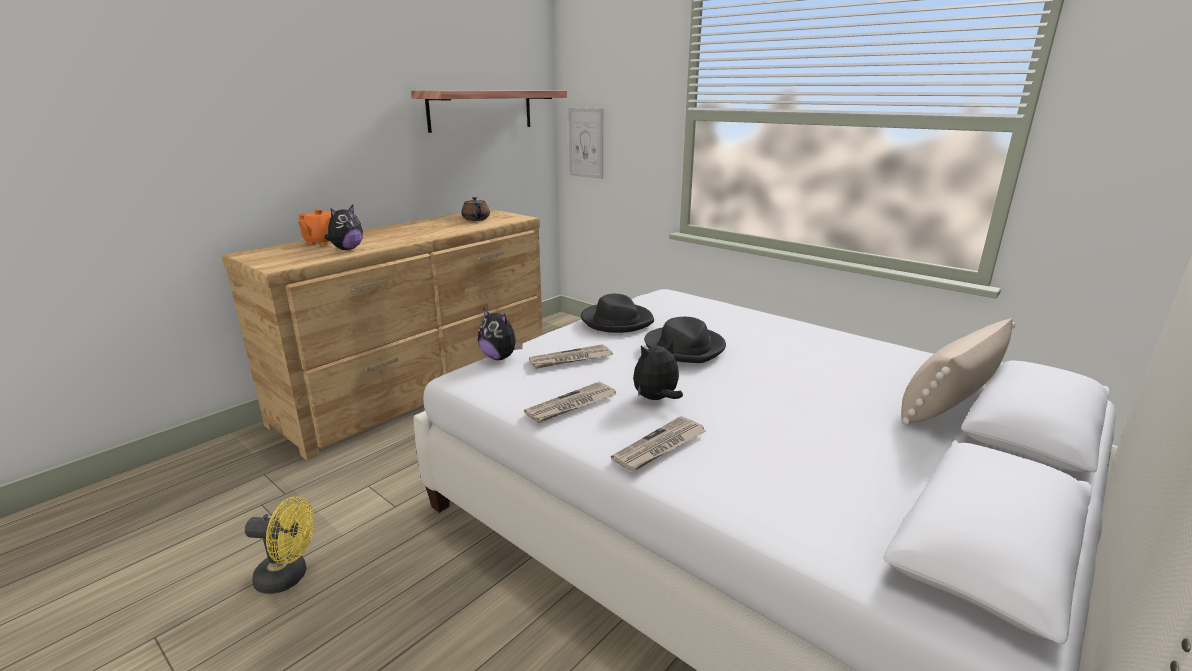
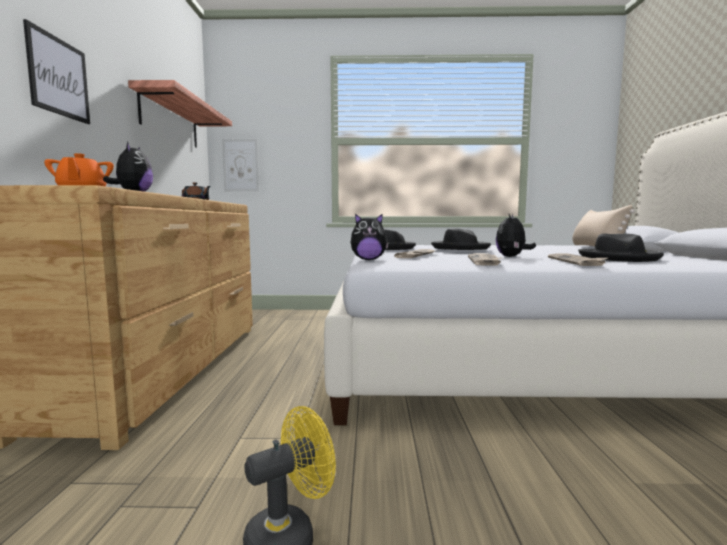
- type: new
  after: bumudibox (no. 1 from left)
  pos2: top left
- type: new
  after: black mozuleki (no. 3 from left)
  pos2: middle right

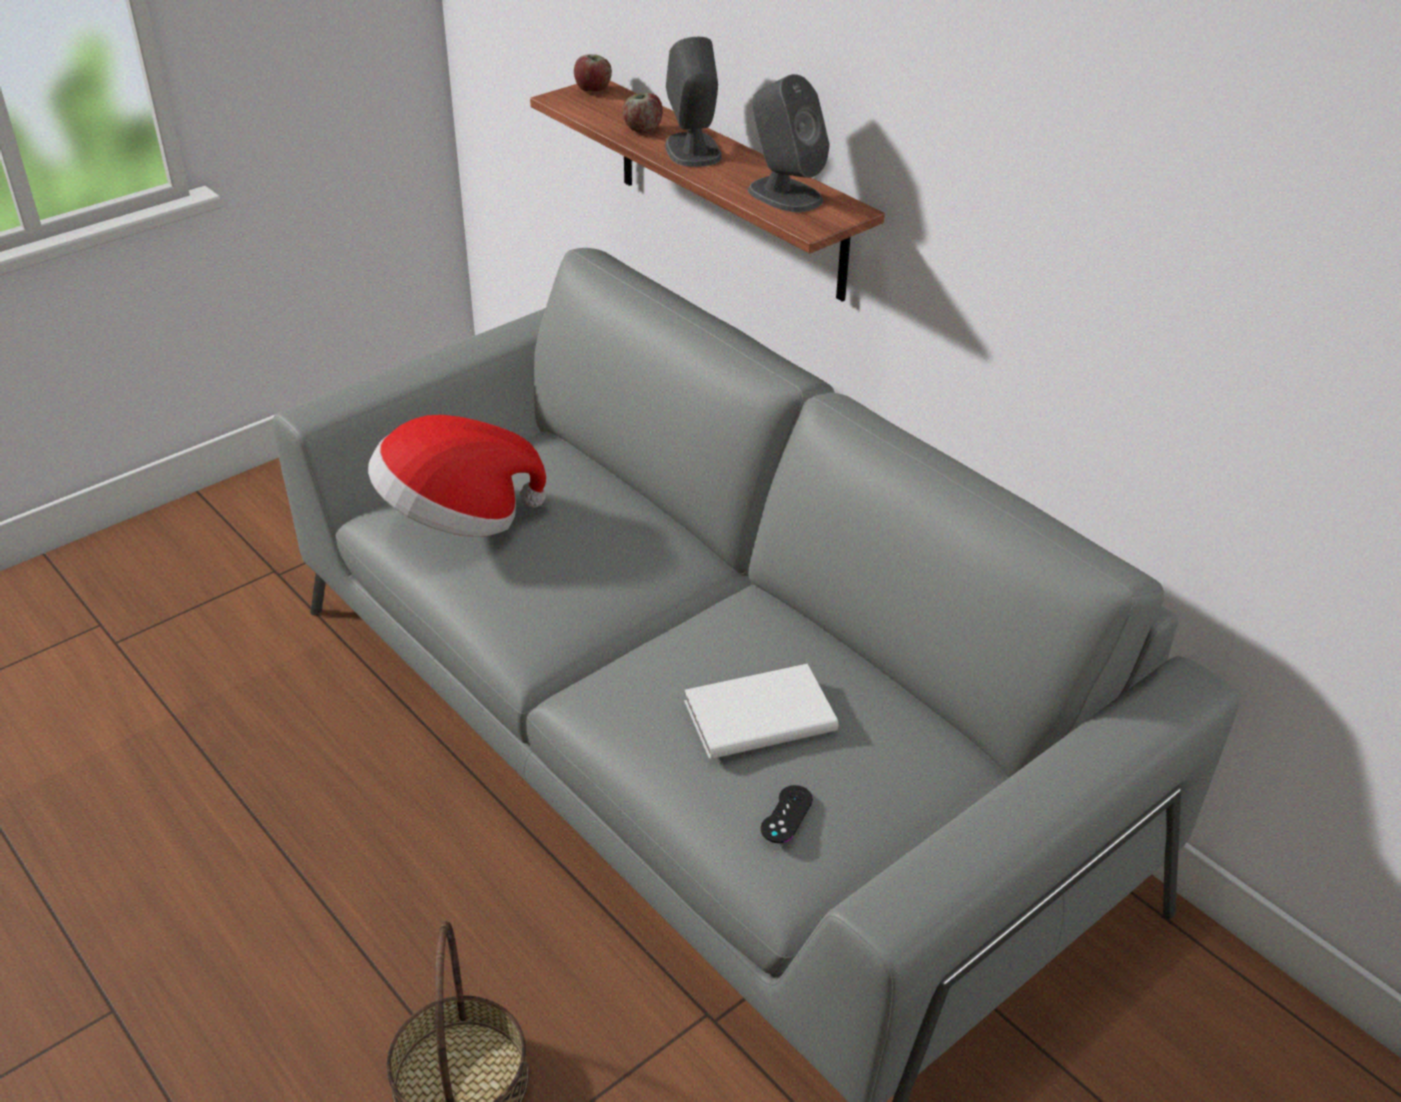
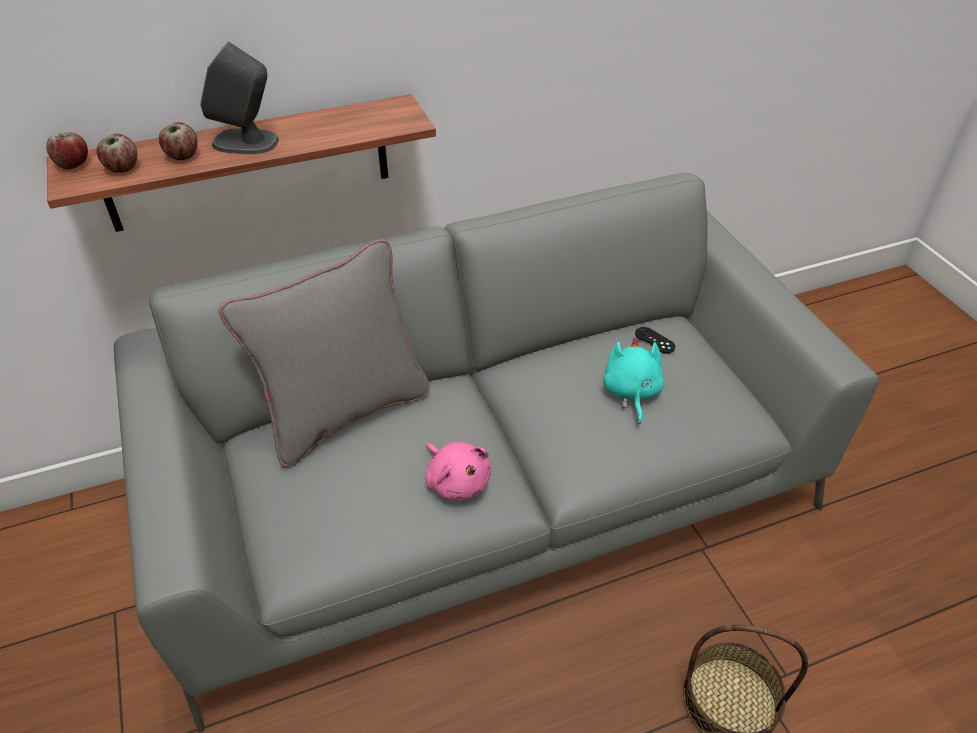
- type: gone
  before: mozuleki
  pos1: middle left
- type: gone
  before: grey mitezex (no. 2 from left)
  pos1: top centre
- type: new
  after: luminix (no. 2 from left)
  pos2: top left
- type: new
  after: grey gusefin
  pos2: middle left
- type: new
  after: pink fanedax
  pos2: centre
- type: shifted
  before: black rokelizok
  pos1: bottom centre
  pos2: middle right
- type: swapped
  before: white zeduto
  after: turquoise fanedax
  pos1: centre
  pos2: centre

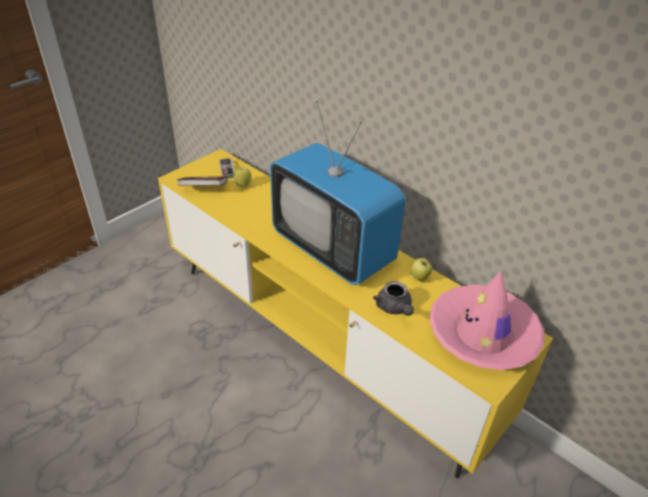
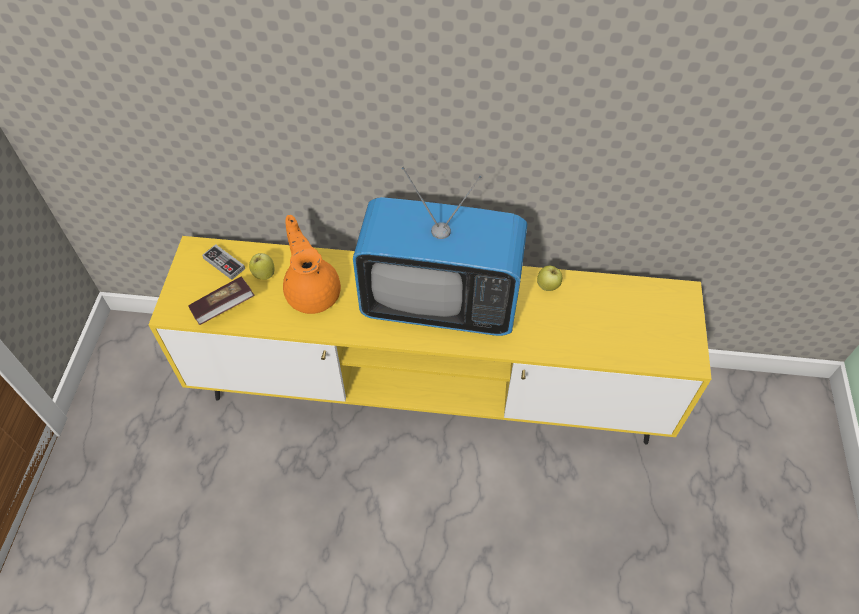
- type: gone
  before: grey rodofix
  pos1: centre
- type: gone
  before: pink mozuleki
  pos1: middle right
- type: new
  after: orange rodofix
  pos2: centre

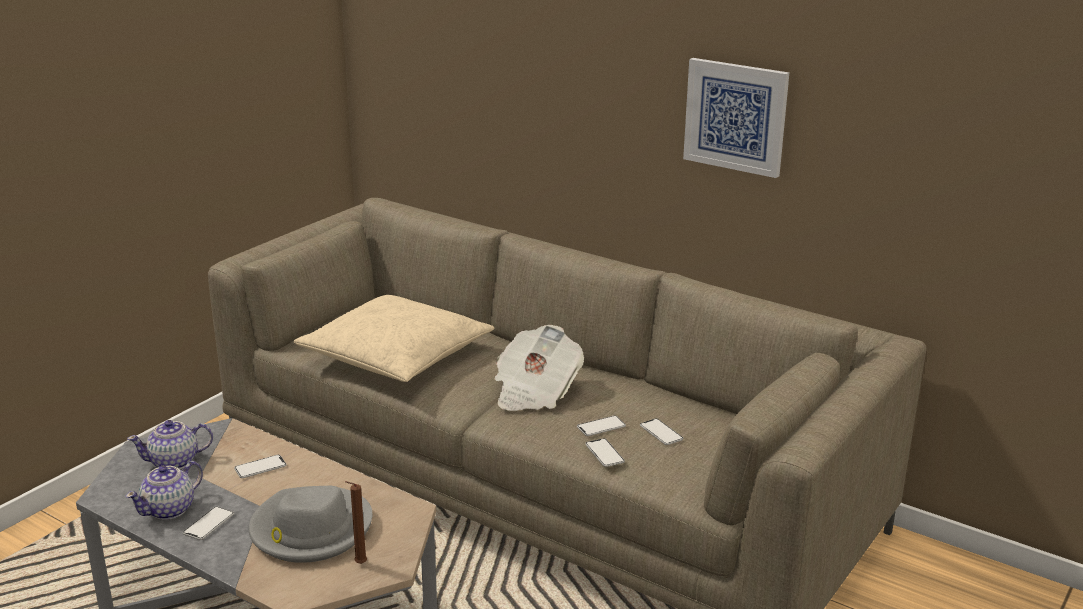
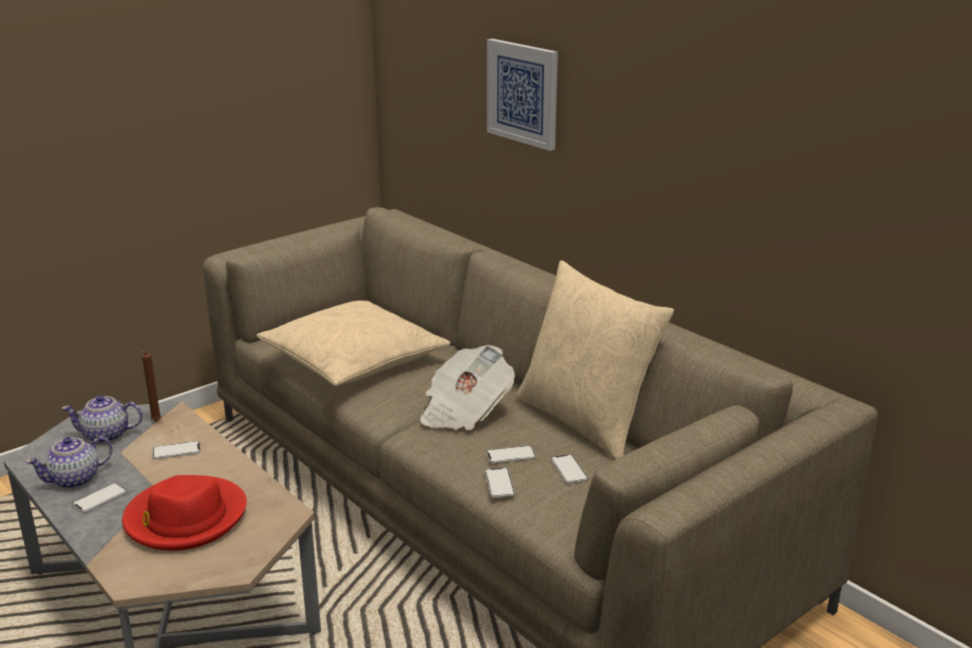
- type: new
  after: beige gusefin (no. 2 from left)
  pos2: centre
- type: shifted
  before: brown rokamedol
  pos1: bottom left
  pos2: middle left
- type: shifted
  before: bumudibox
  pos1: top right
  pos2: top centre
- type: repainted
  before: grey mozuleki
  after: red mozuleki
  pos1: bottom left
  pos2: bottom left

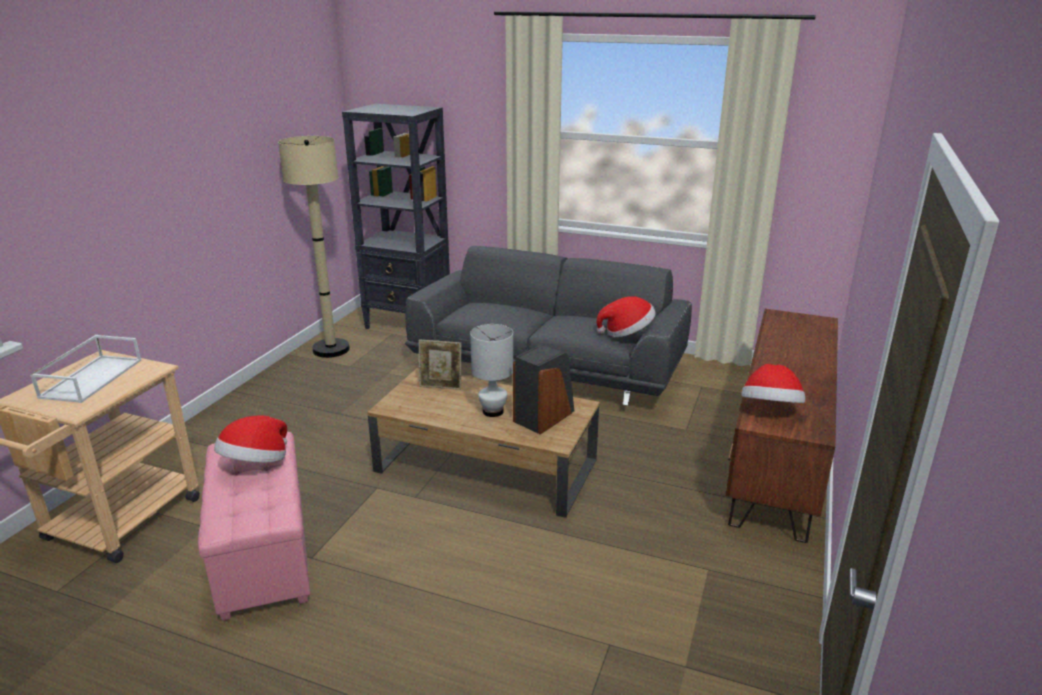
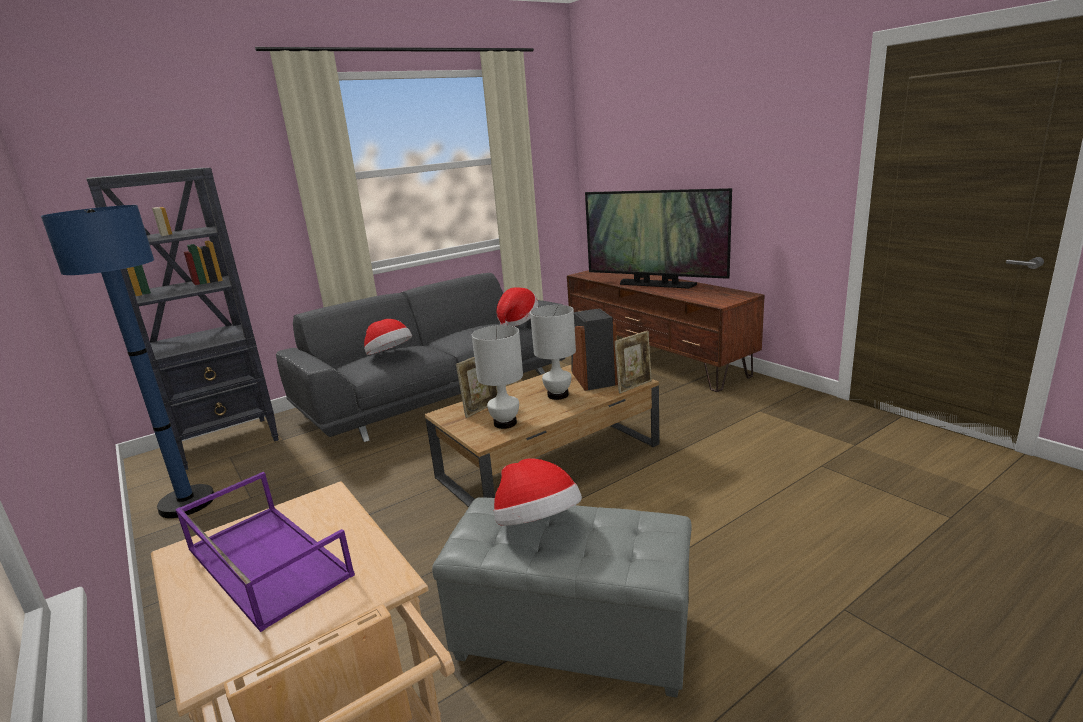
- type: new
  after: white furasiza (no. 1 from left)
  pos2: centre
- type: new
  after: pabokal
  pos2: top centre
- type: new
  after: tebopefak (no. 2 from left)
  pos2: centre
- type: shifted
  before: mozuleki (no. 3 from left in the first image)
  after: mozuleki (no. 1 from left)
  pos1: middle right
  pos2: centre
- type: repainted
  before: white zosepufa
  after: purple zosepufa
  pos1: middle left
  pos2: bottom left
- type: repainted
  before: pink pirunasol
  after: grey pirunasol
  pos1: bottom left
  pos2: bottom centre
- type: repainted
  before: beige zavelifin
  after: blue zavelifin
  pos1: middle left
  pos2: middle left

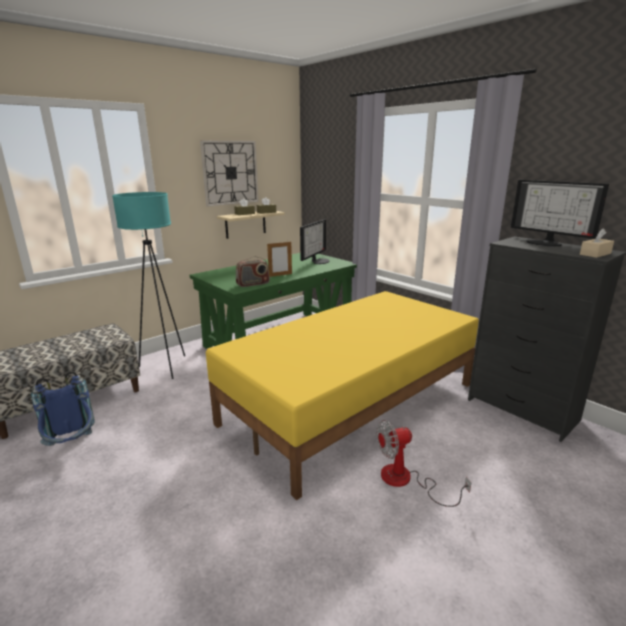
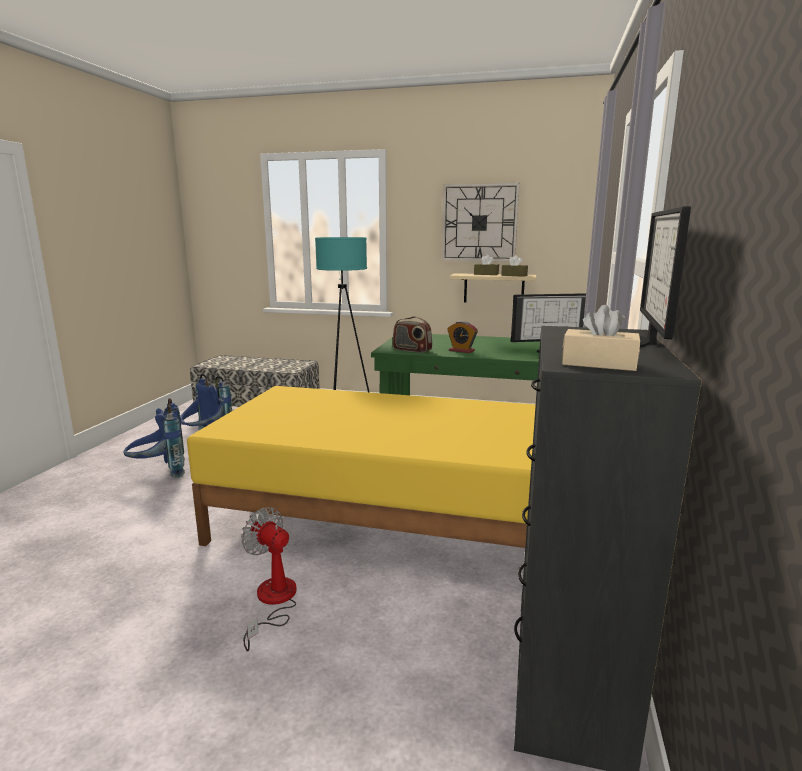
- type: new
  after: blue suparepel (no. 1 from left)
  pos2: middle left
- type: swapped
  before: tebopefak
  after: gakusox
  pos1: centre
  pos2: centre

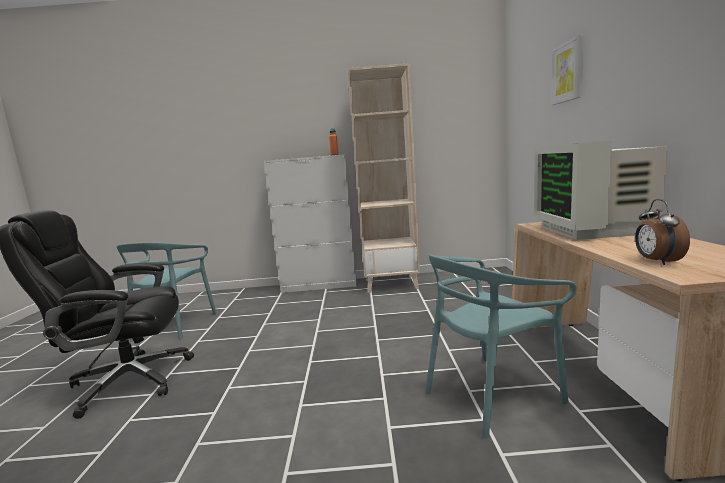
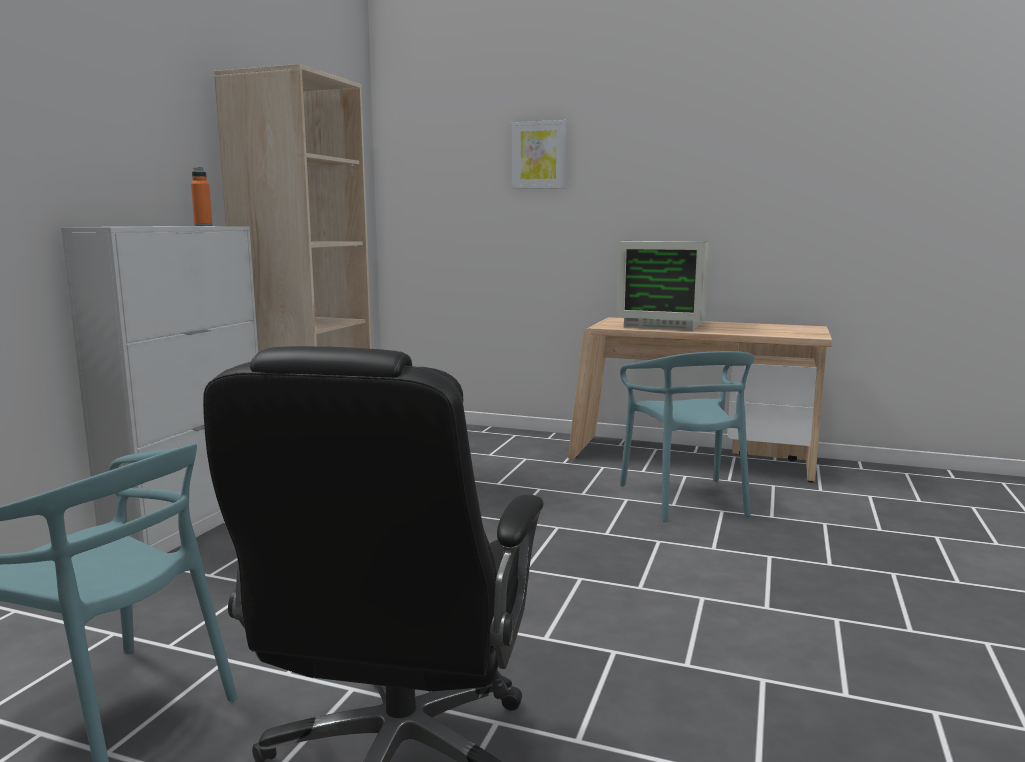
- type: gone
  before: gakusox
  pos1: middle right

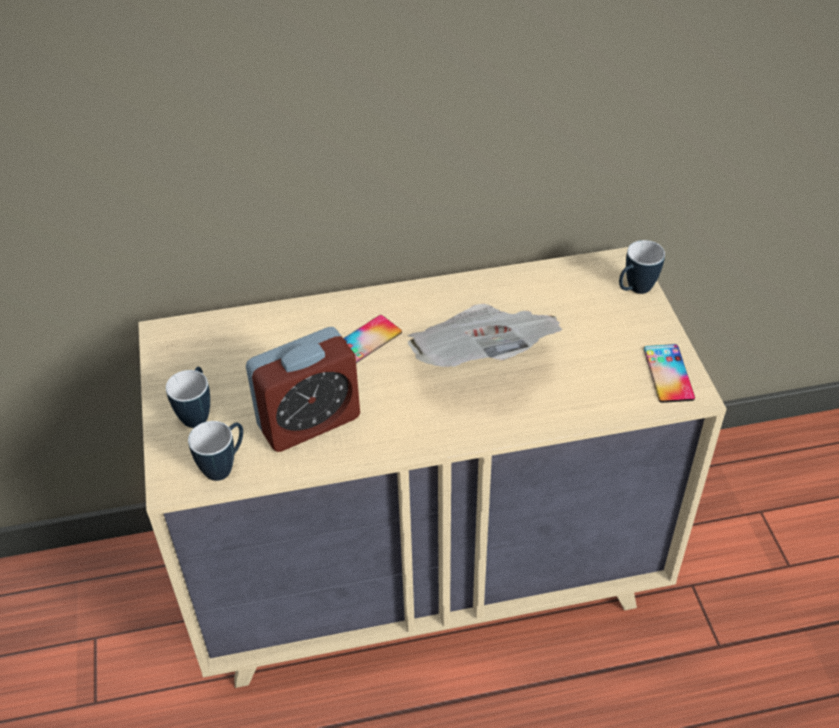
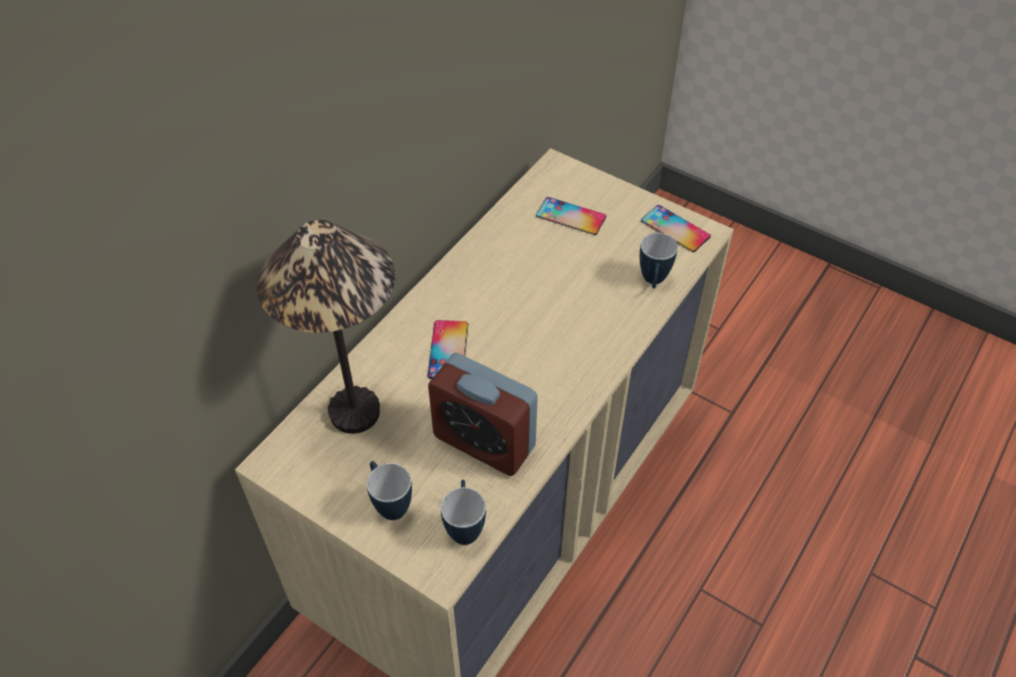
- type: gone
  before: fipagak
  pos1: centre
- type: new
  after: furasiza
  pos2: middle left
- type: new
  after: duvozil (no. 2 from left)
  pos2: top centre
- type: shifted
  before: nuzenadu (no. 3 from left)
  pos1: middle right
  pos2: centre
- type: rotated
  before: gakusox
  pos1: centre
  pos2: centre
  turn: 105

